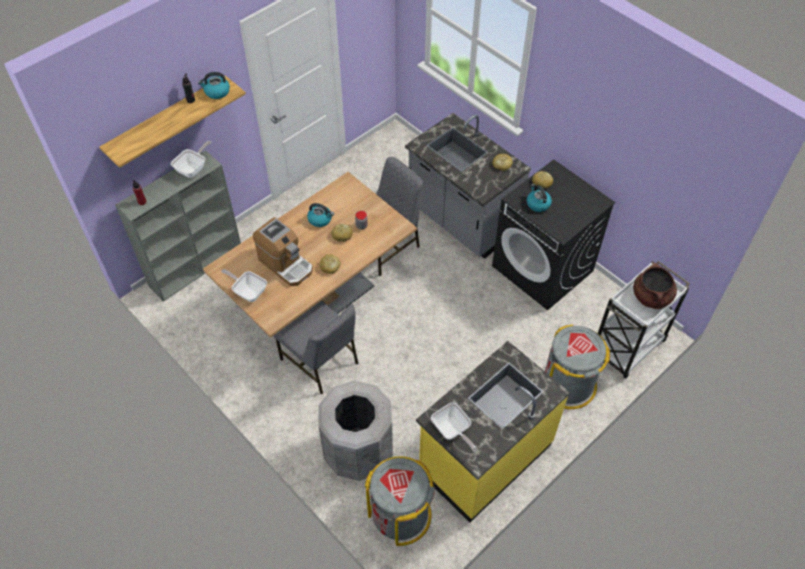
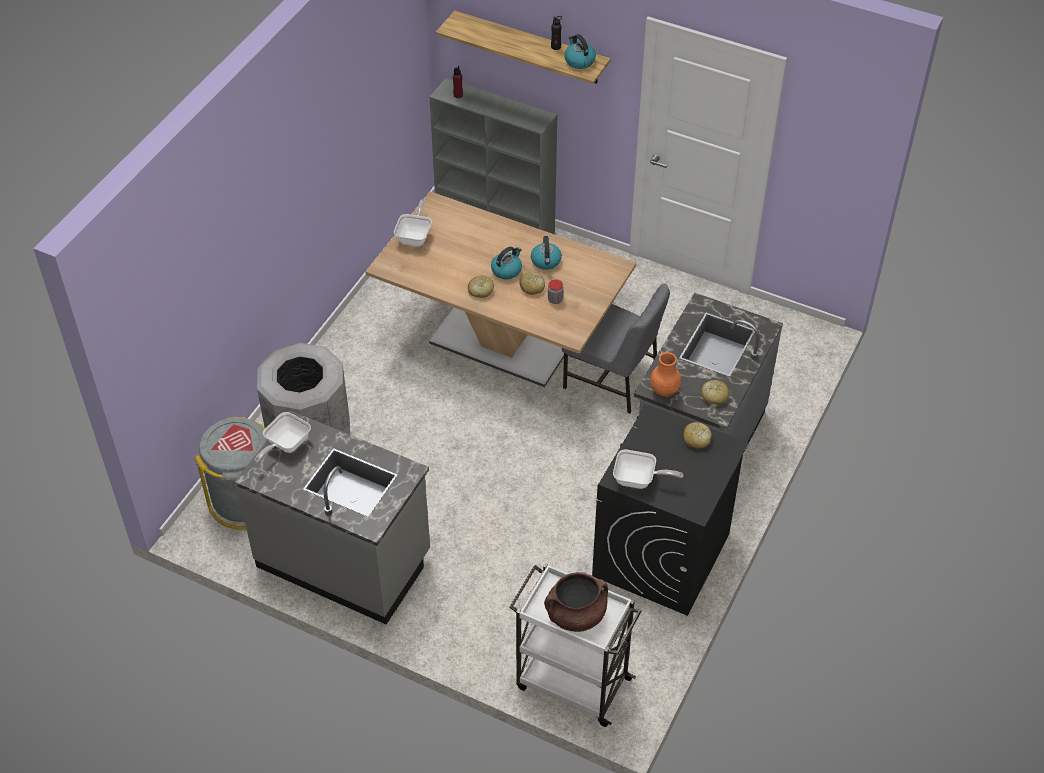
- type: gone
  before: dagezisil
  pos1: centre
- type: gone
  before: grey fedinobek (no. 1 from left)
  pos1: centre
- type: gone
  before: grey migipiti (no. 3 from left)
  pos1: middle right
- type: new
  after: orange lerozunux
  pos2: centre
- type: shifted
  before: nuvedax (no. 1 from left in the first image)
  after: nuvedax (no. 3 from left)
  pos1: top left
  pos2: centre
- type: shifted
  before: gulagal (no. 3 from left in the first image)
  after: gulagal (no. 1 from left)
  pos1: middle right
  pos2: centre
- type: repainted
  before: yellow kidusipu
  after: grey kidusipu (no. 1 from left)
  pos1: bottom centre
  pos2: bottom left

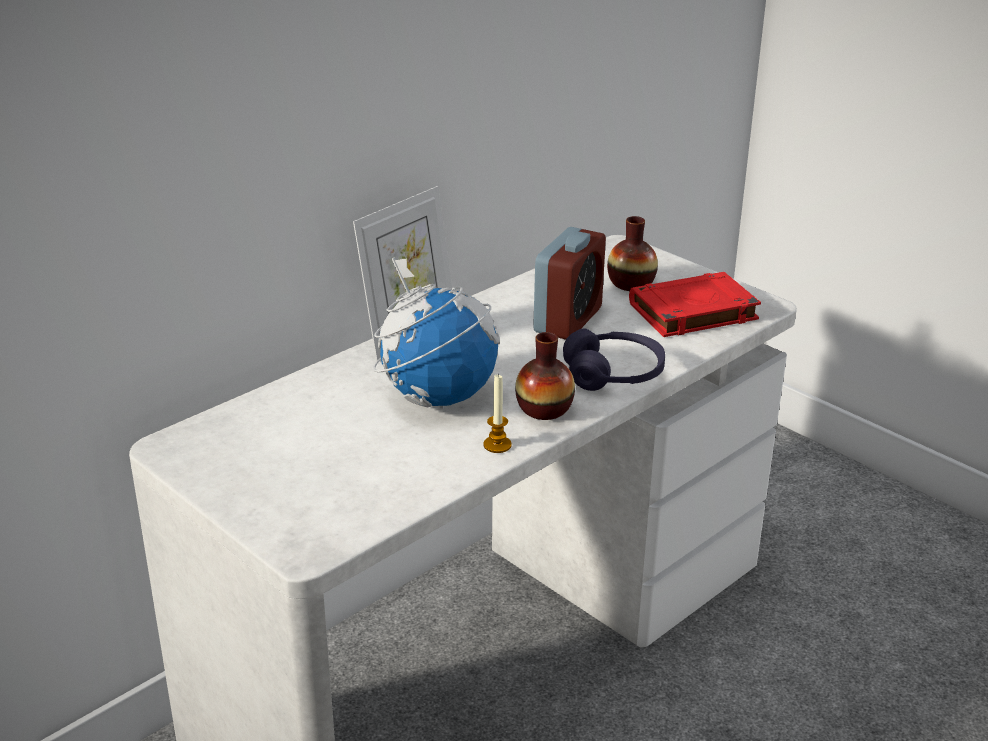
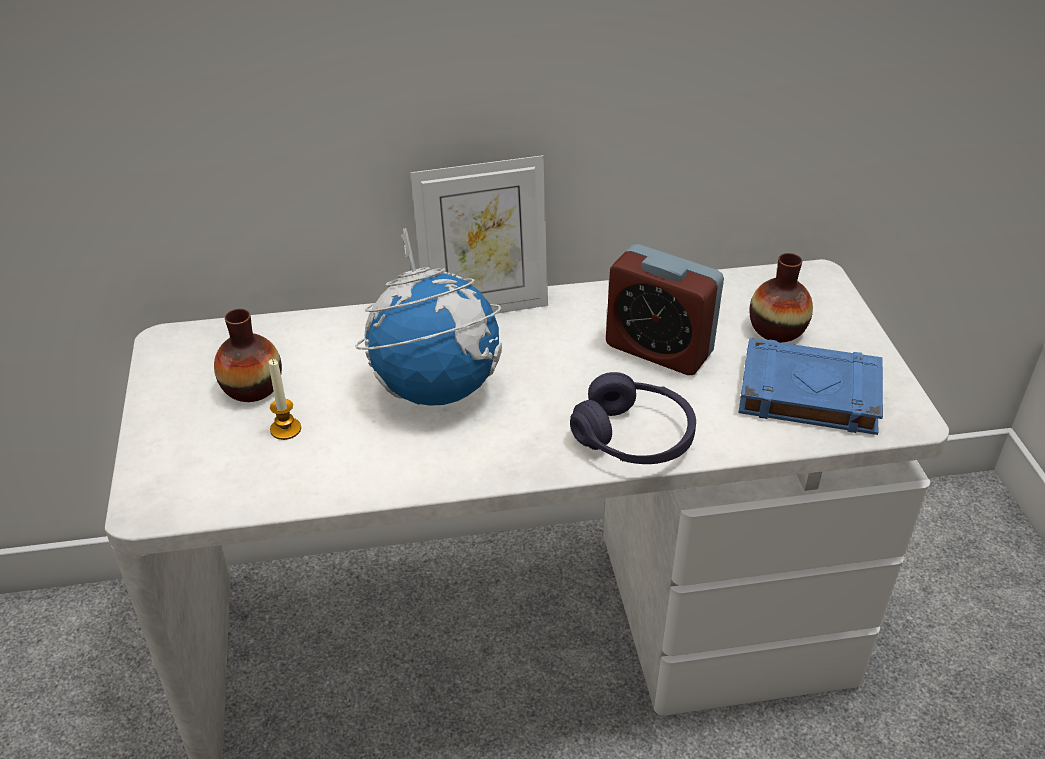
- type: shifted
  before: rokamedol
  pos1: centre
  pos2: middle left
- type: shifted
  before: lerozunux (no. 1 from left)
  pos1: centre
  pos2: middle left
- type: repainted
  before: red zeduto
  after: blue zeduto
  pos1: middle right
  pos2: middle right
- type: rotated
  before: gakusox
  pos1: centre
  pos2: centre
  turn: 60

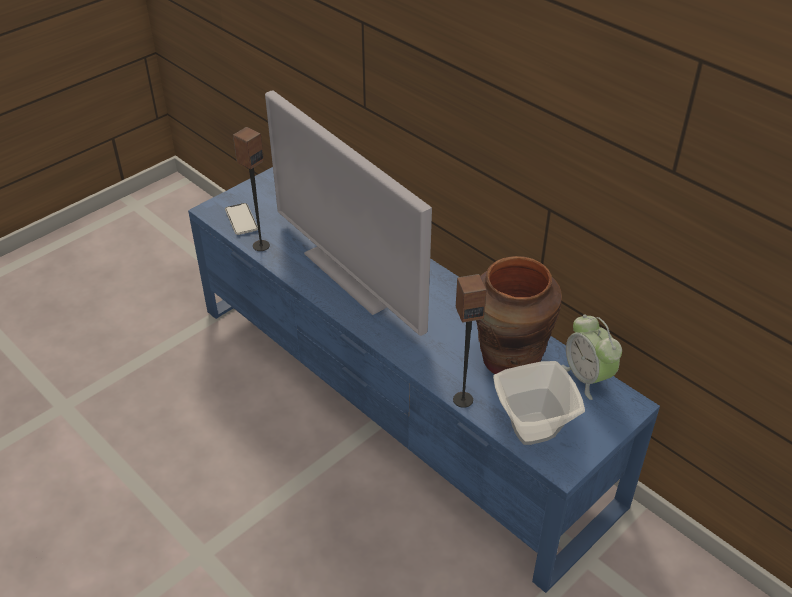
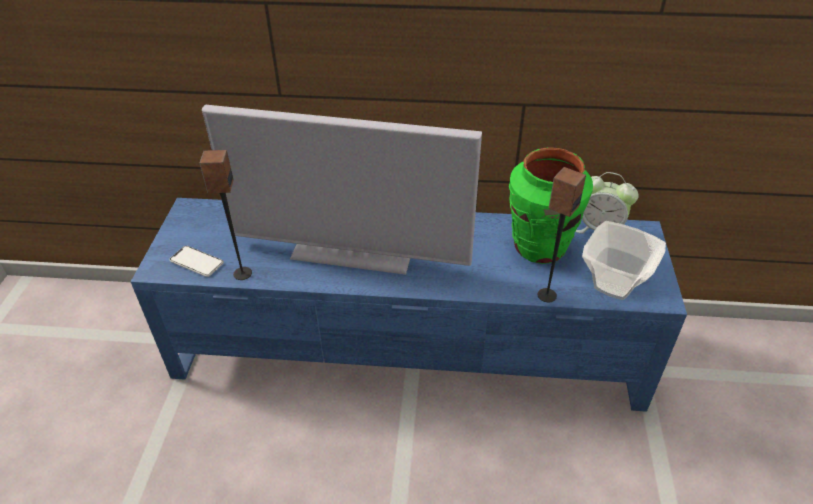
- type: repainted
  before: brown lerozunux
  after: green lerozunux
  pos1: centre
  pos2: middle right

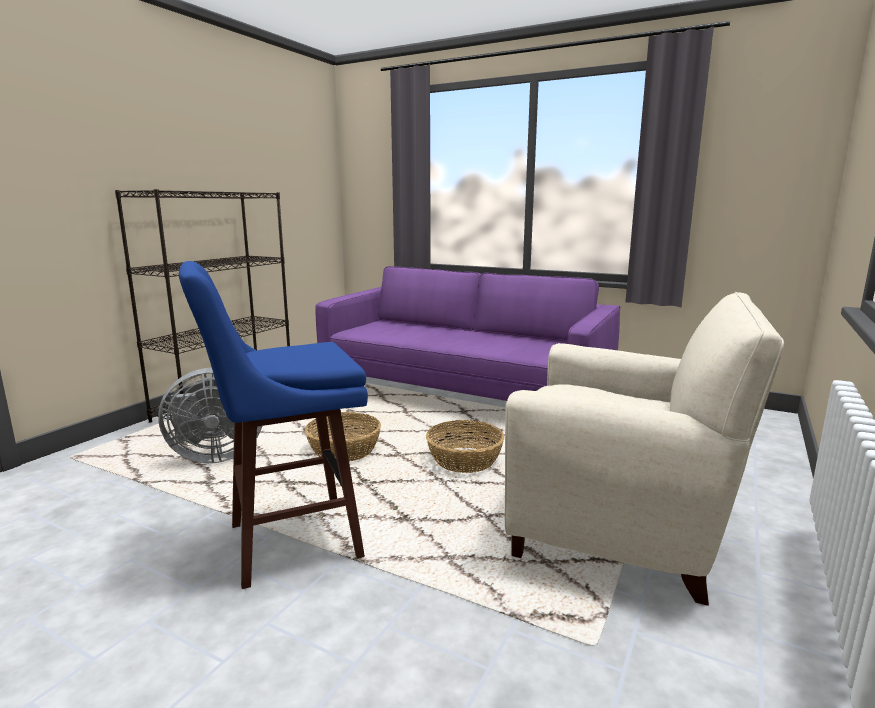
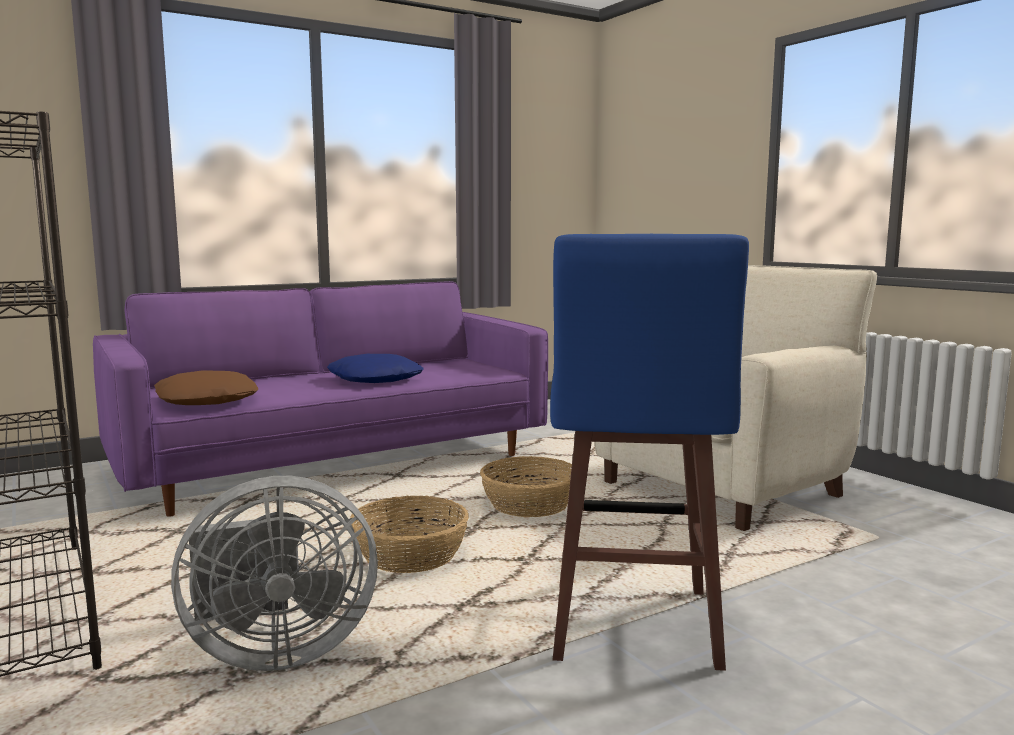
- type: new
  after: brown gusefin
  pos2: middle left
- type: new
  after: blue gusefin
  pos2: centre
- type: rotated
  before: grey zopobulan
  pos1: middle left
  pos2: bottom left
  turn: 60

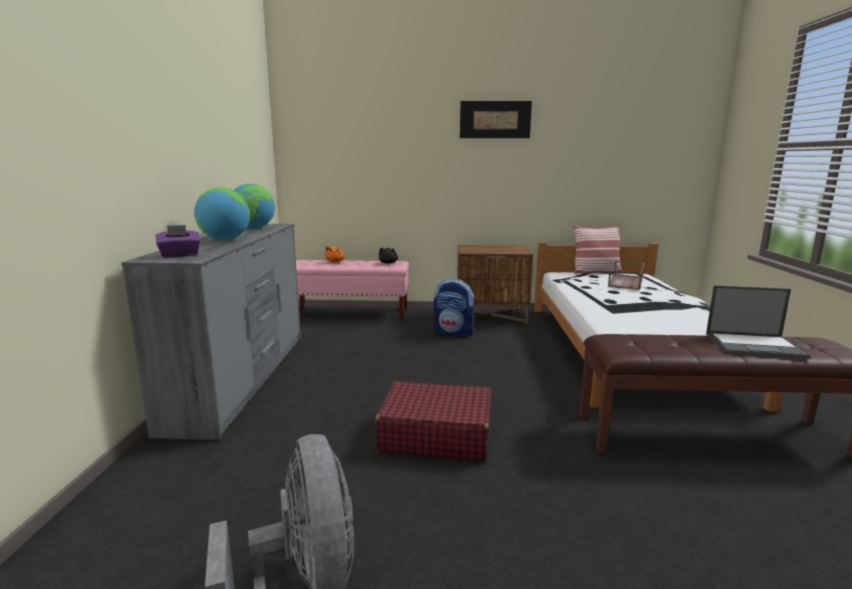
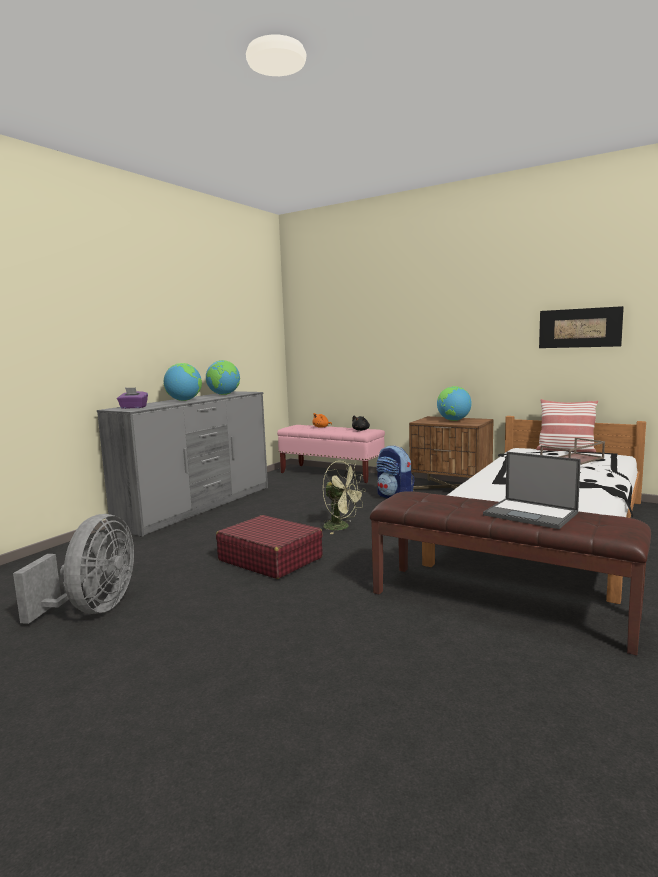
- type: new
  after: green zopobulan
  pos2: centre
- type: new
  after: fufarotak (no. 3 from left)
  pos2: middle right
- type: shifted
  before: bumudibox
  pos1: top centre
  pos2: middle right

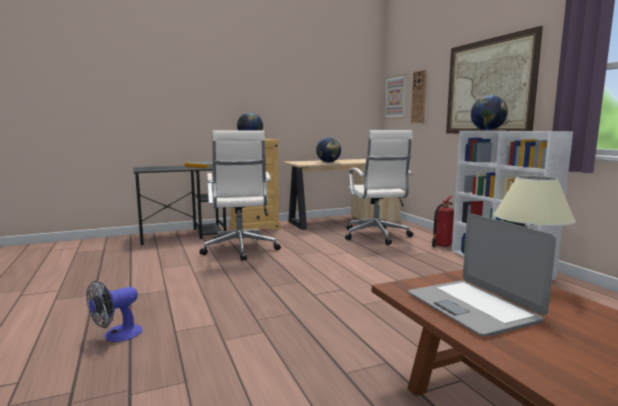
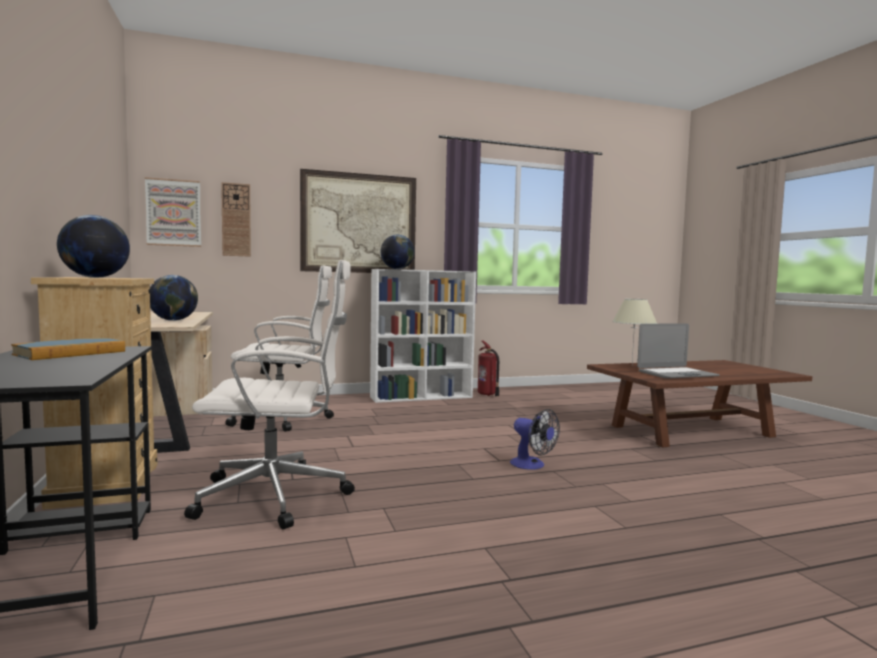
- type: shifted
  before: zopobulan
  pos1: bottom left
  pos2: bottom centre
- type: shifted
  before: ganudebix
  pos1: middle right
  pos2: centre

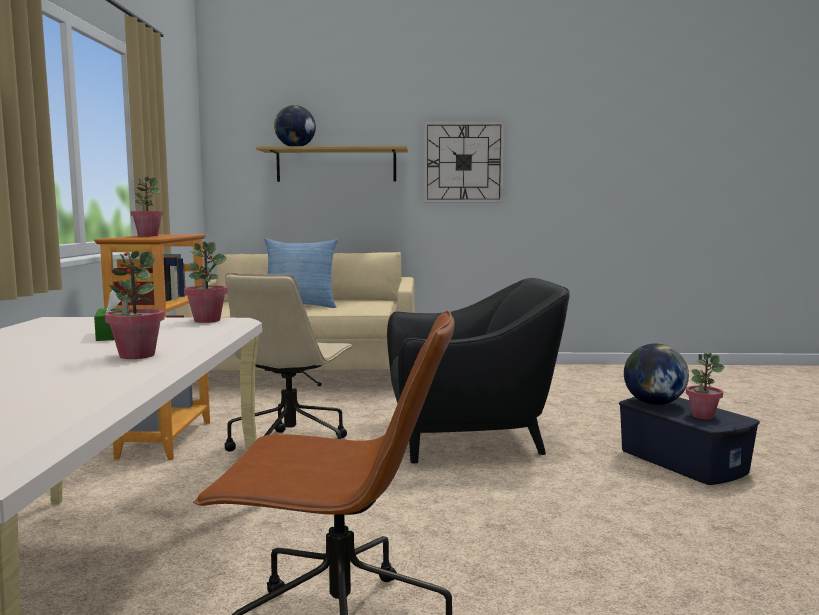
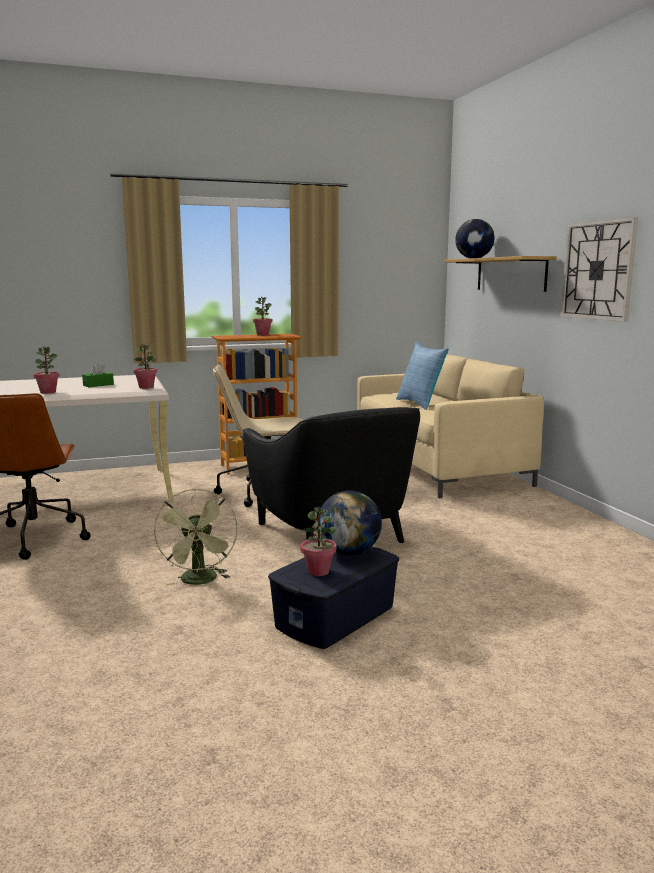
- type: new
  after: green zopobulan
  pos2: middle left

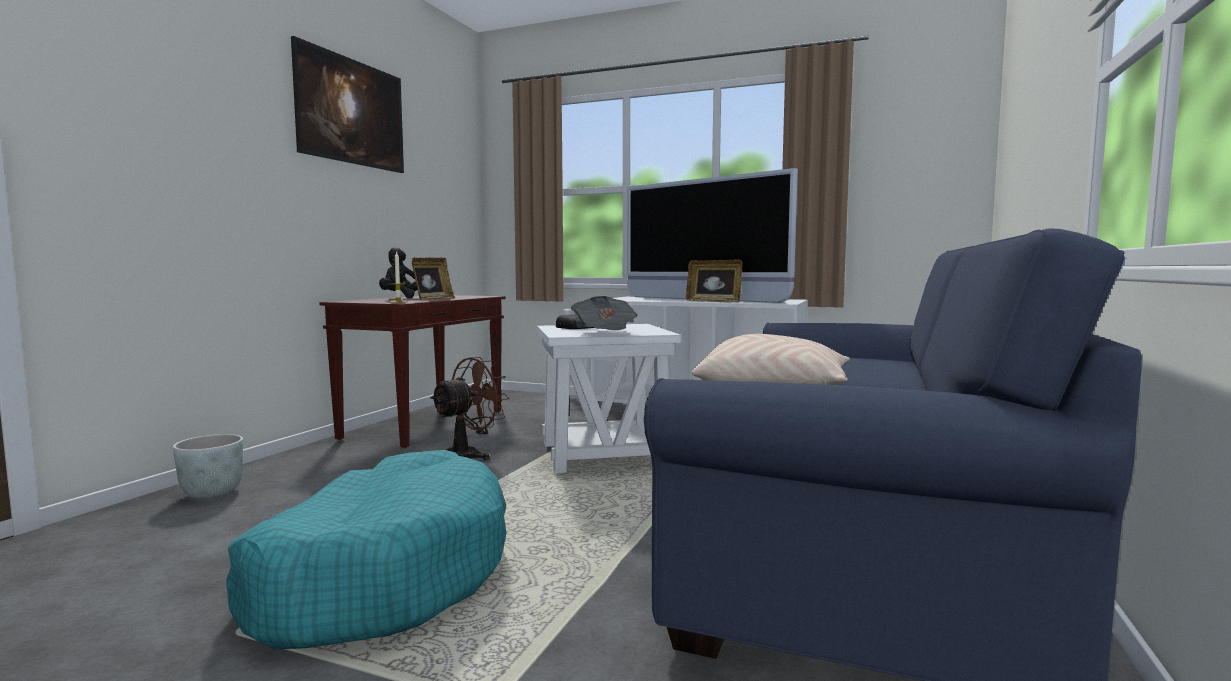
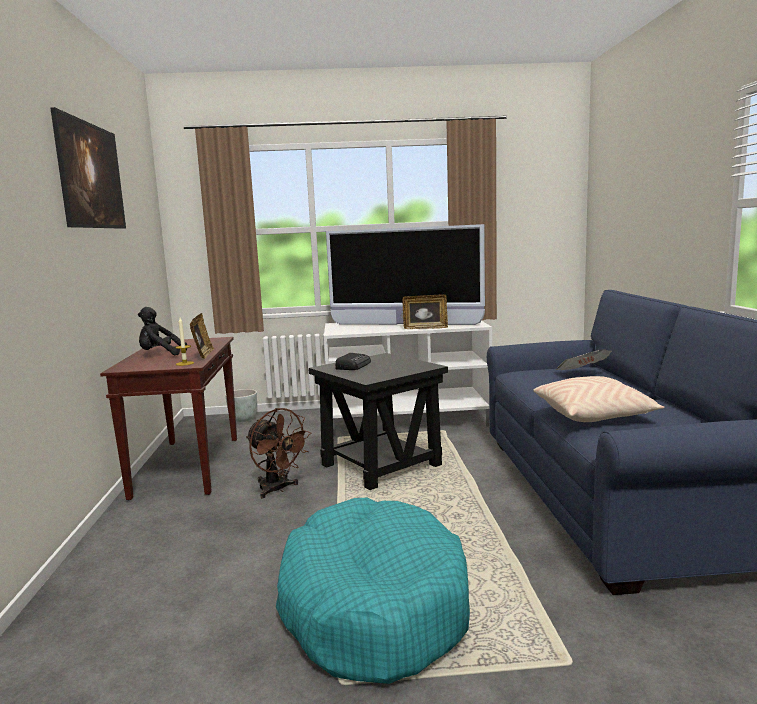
- type: shifted
  before: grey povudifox
  pos1: bottom left
  pos2: middle left
- type: shifted
  before: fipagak
  pos1: centre
  pos2: middle right
- type: repainted
  before: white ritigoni
  after: black ritigoni
  pos1: centre
  pos2: centre
- type: rotated
  before: brown zopobulan
  pos1: centre
  pos2: centre
  turn: 120

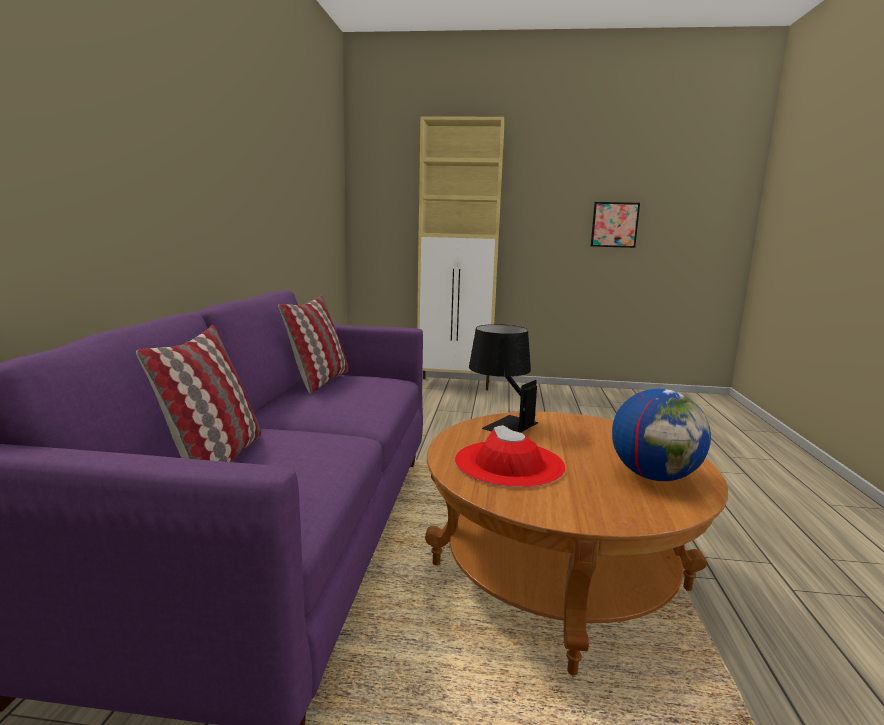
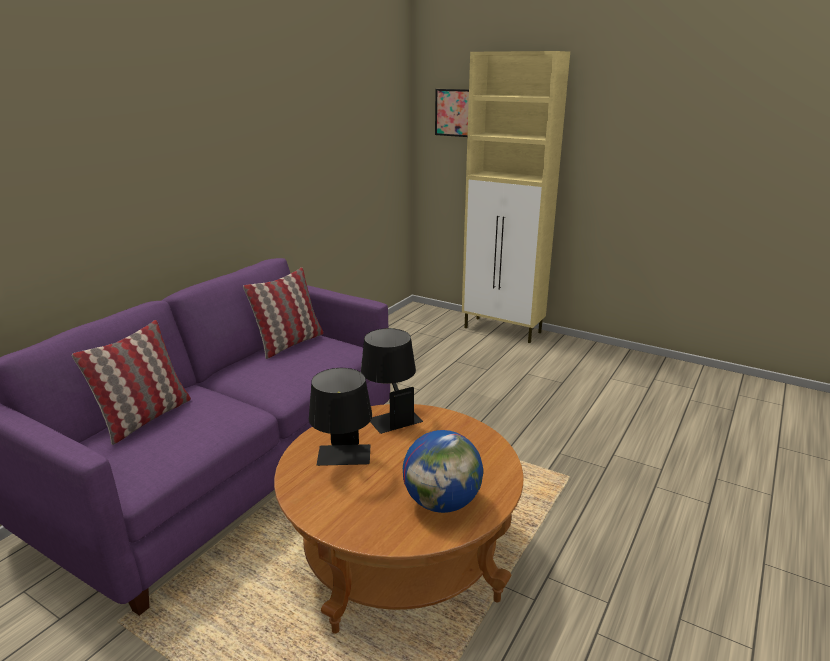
- type: shifted
  before: bumudibox
  pos1: top right
  pos2: top centre
- type: swapped
  before: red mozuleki
  after: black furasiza (no. 1 from left)
  pos1: centre
  pos2: centre

